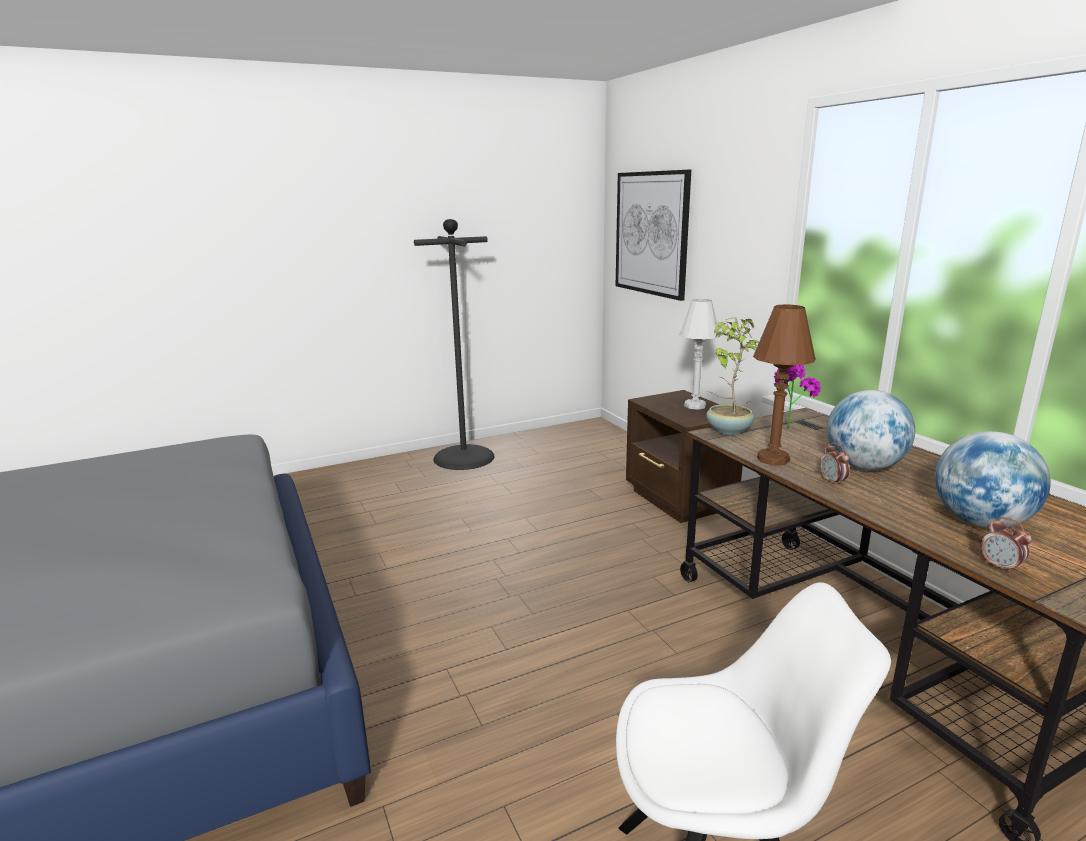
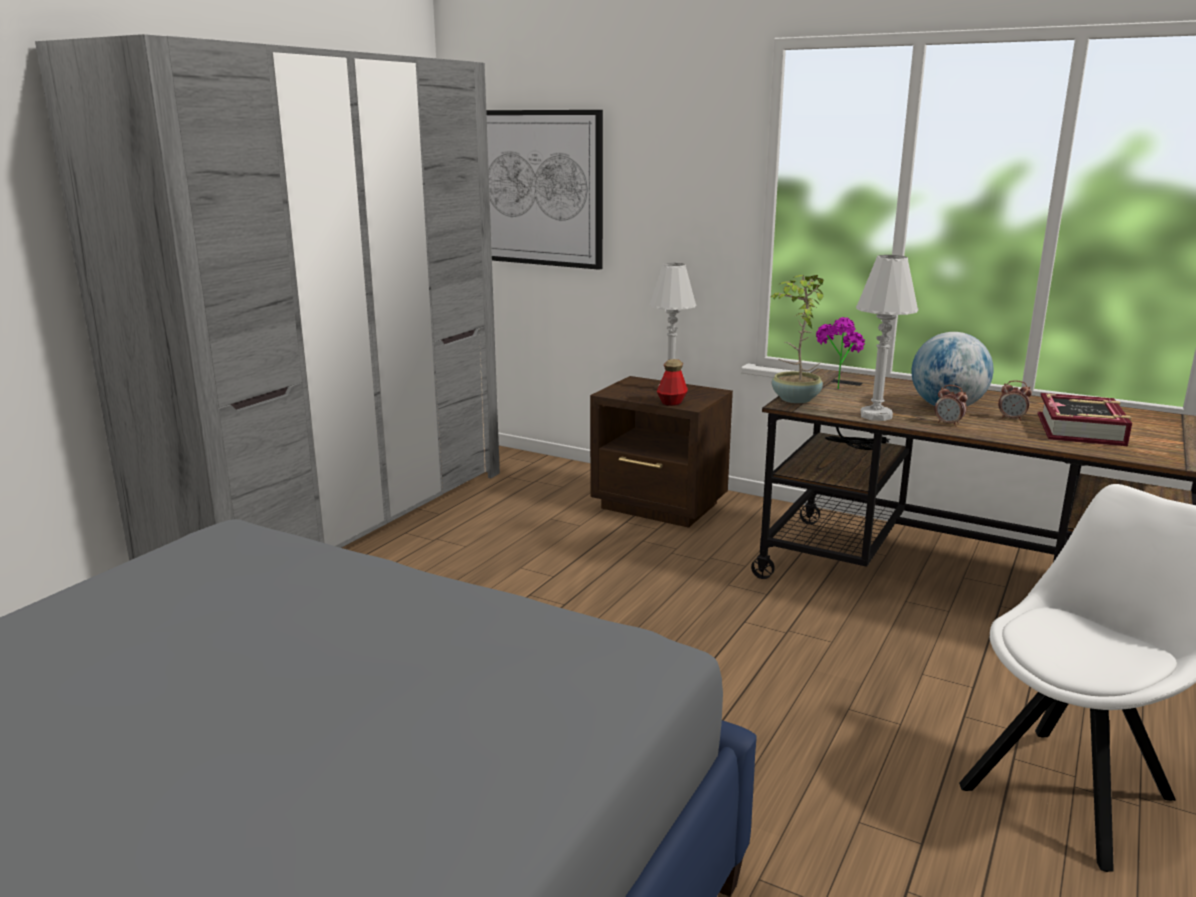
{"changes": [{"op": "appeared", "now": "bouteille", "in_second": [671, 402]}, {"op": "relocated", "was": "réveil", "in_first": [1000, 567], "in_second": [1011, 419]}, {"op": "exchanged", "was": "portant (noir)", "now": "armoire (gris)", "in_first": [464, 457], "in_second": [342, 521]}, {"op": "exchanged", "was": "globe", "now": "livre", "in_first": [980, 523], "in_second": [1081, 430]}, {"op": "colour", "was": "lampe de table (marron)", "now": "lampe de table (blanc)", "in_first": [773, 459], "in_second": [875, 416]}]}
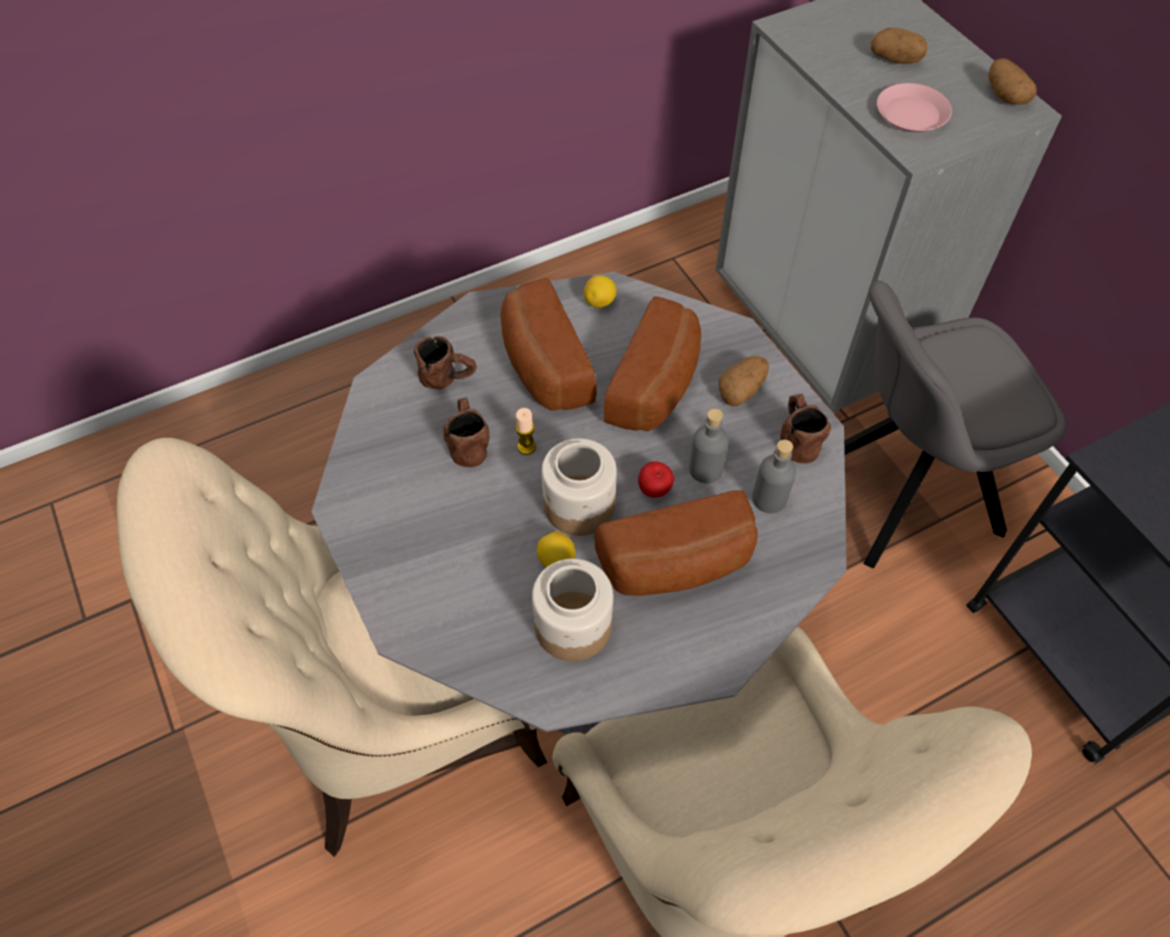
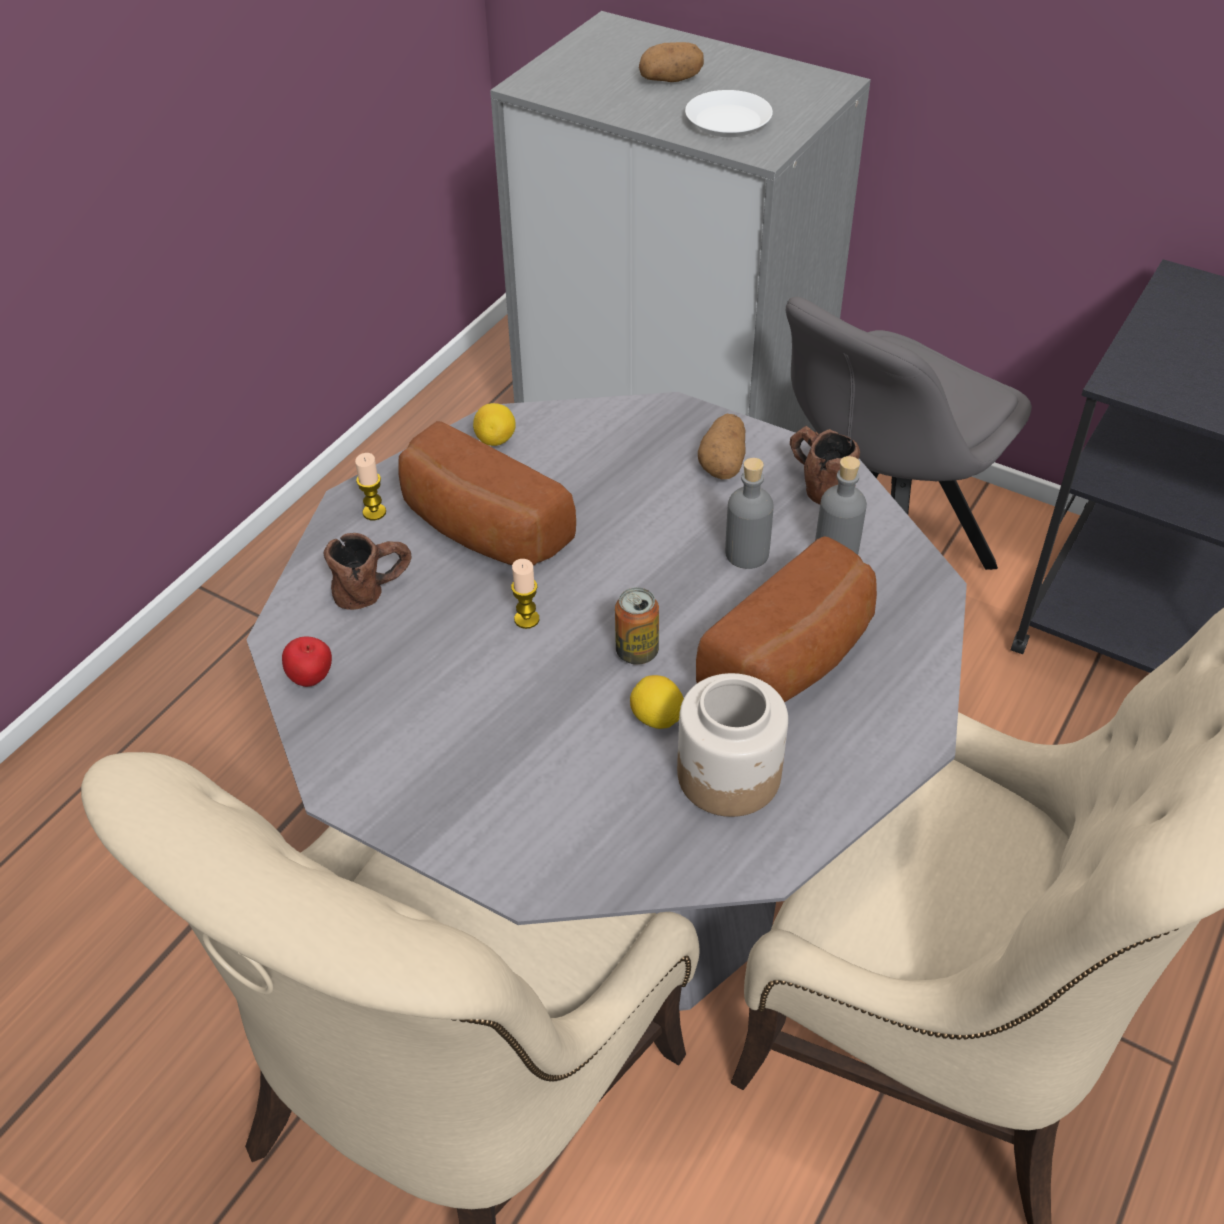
{"changes": [{"op": "missing", "was": "mug (marron)", "in_first": [467, 442]}, {"op": "missing", "was": "pain", "in_first": [658, 385]}, {"op": "missing", "was": "pomme de terre", "in_first": [1004, 95]}, {"op": "appeared", "now": "bougie", "in_second": [374, 512]}, {"op": "relocated", "was": "pomme", "in_first": [654, 490], "in_second": [312, 679]}, {"op": "exchanged", "was": "bocal", "now": "boîte métallique", "in_first": [579, 506], "in_second": [637, 651]}, {"op": "colour", "was": "assiette (rose)", "now": "assiette (blanc)", "in_first": [911, 114], "in_second": [727, 121]}]}
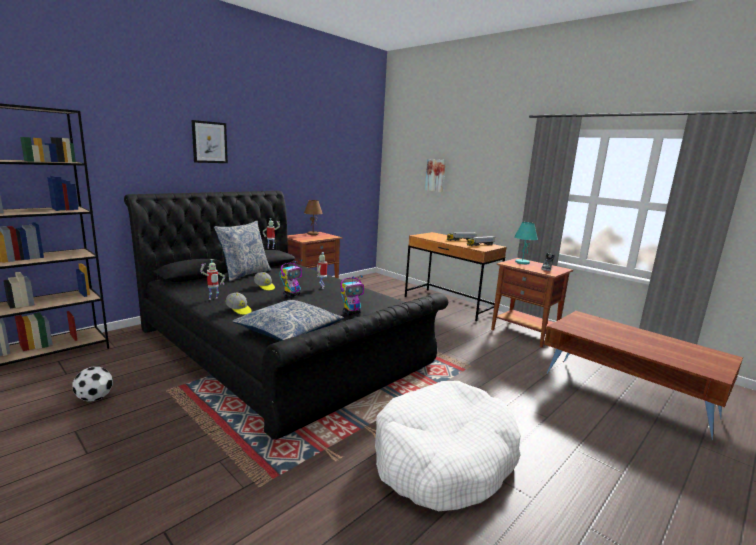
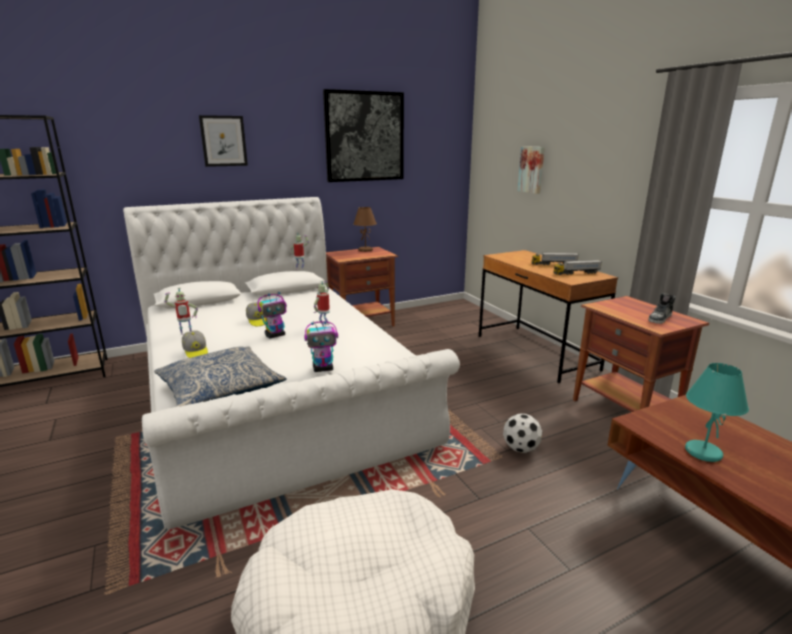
{"changes": [{"op": "missing", "was": "coussin", "in_first": [244, 274]}, {"op": "appeared", "now": "tableau", "in_second": [364, 137]}, {"op": "relocated", "was": "ballon de foot", "in_first": [95, 398], "in_second": [520, 448]}, {"op": "relocated", "was": "lampe de table (turquoise)", "in_first": [521, 262], "in_second": [702, 452]}, {"op": "colour", "was": "lit (noir)", "now": "lit (blanc)", "in_first": [279, 346], "in_second": [273, 393]}]}
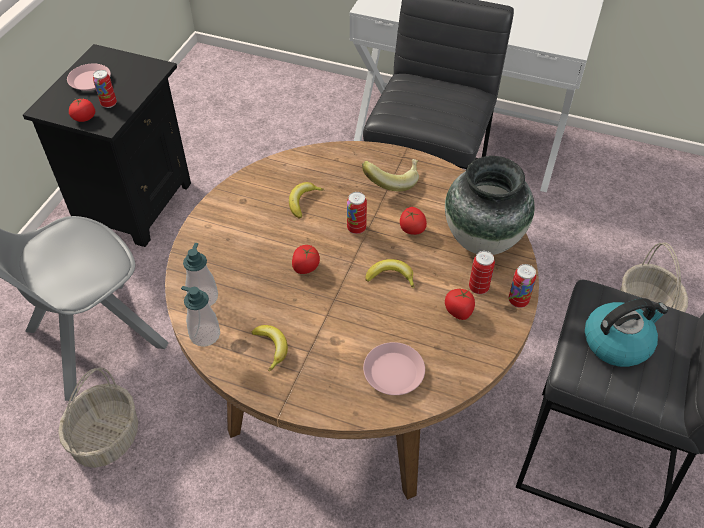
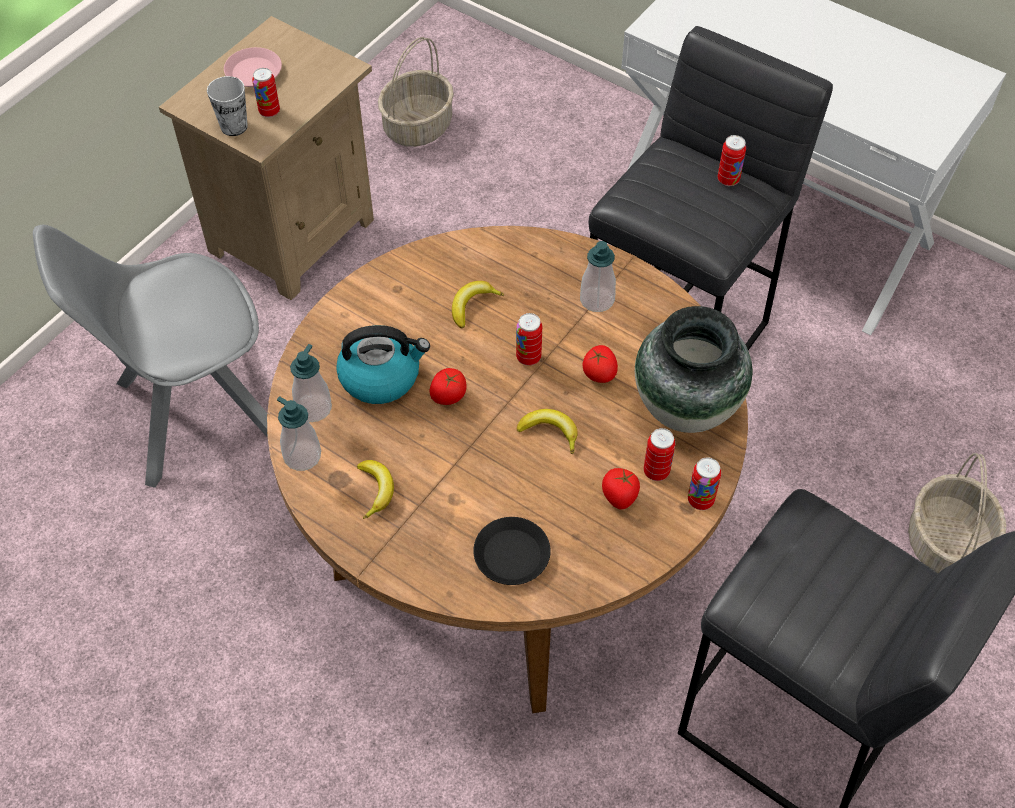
{"changes": [{"op": "appeared", "now": "boîte métallique", "in_second": [728, 180]}, {"op": "relocated", "was": "panier", "in_first": [106, 436], "in_second": [417, 126]}, {"op": "relocated", "was": "bouilloire", "in_first": [617, 342], "in_second": [381, 376]}, {"op": "exchanged", "was": "tomate", "now": "tasse", "in_first": [84, 118], "in_second": [234, 126]}, {"op": "exchanged", "was": "banane", "now": "distributeur de savon", "in_first": [392, 180], "in_second": [597, 300]}, {"op": "colour", "was": "table de chevet (noir)", "now": "table de chevet (beige)", "in_first": [138, 203], "in_second": [296, 236]}, {"op": "colour", "was": "assiette (rose)", "now": "assiette (noir)", "in_first": [393, 372], "in_second": [511, 555]}]}
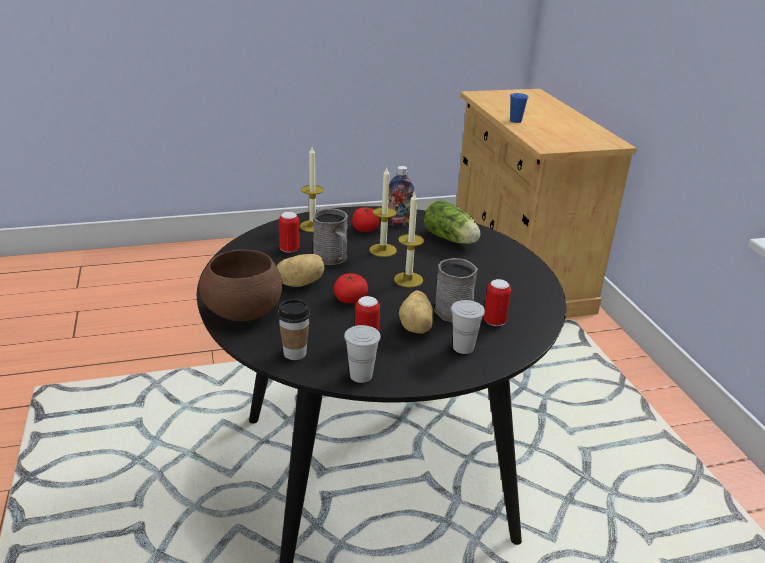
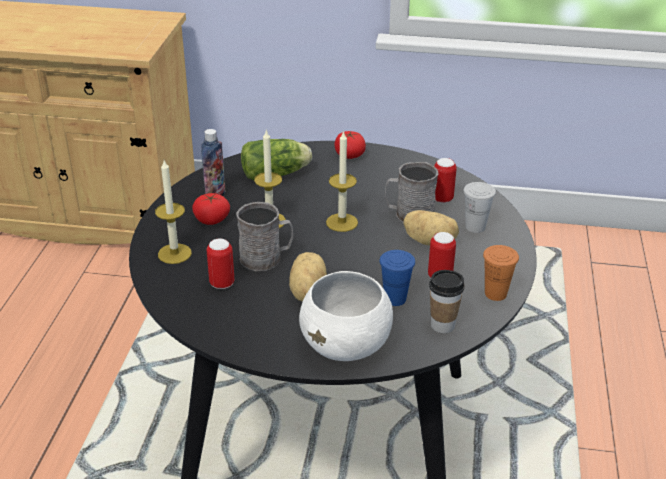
{"changes": [{"op": "relocated", "was": "tomate", "in_first": [350, 299], "in_second": [349, 155]}, {"op": "relocated", "was": "tasse (bleu)", "in_first": [515, 121], "in_second": [395, 299]}, {"op": "colour", "was": "bol (marron)", "now": "bol (blanc)", "in_first": [243, 313], "in_second": [347, 345]}, {"op": "colour", "was": "tasse (blanc)", "now": "tasse (orange)", "in_first": [361, 375], "in_second": [495, 294]}]}
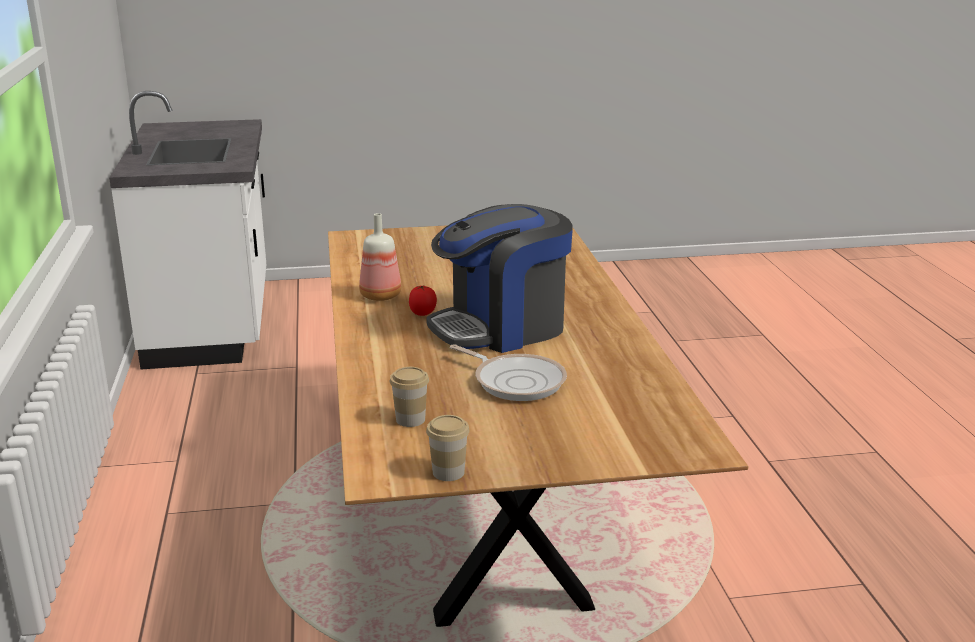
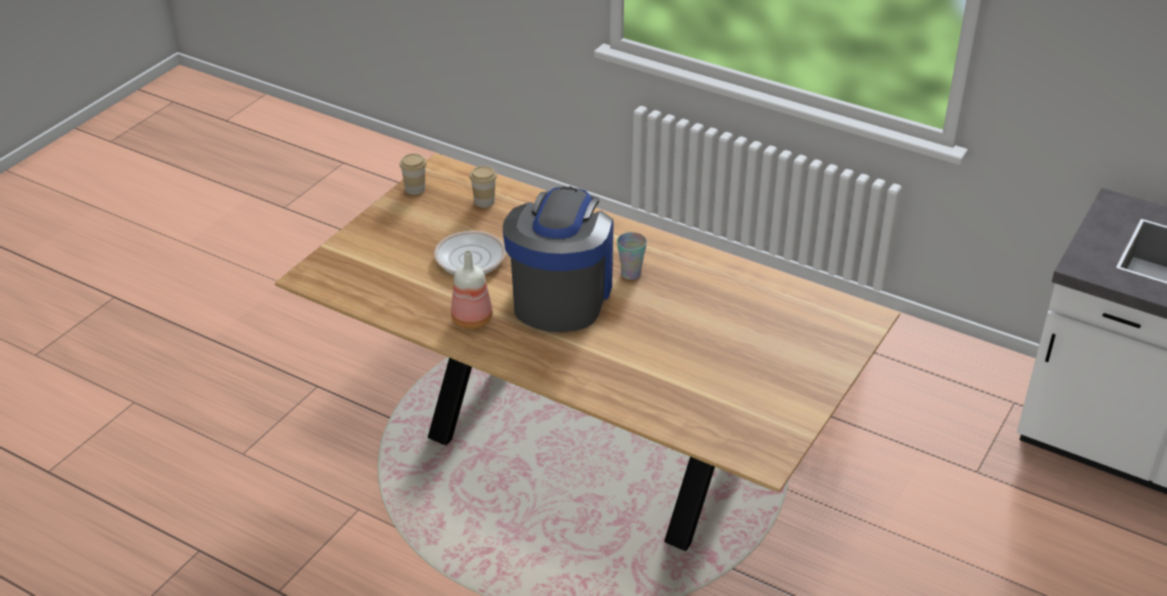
{"changes": [{"op": "relocated", "was": "bouteille", "in_first": [379, 296], "in_second": [471, 319]}, {"op": "exchanged", "was": "tomate", "now": "tasse", "in_first": [423, 314], "in_second": [631, 274]}]}
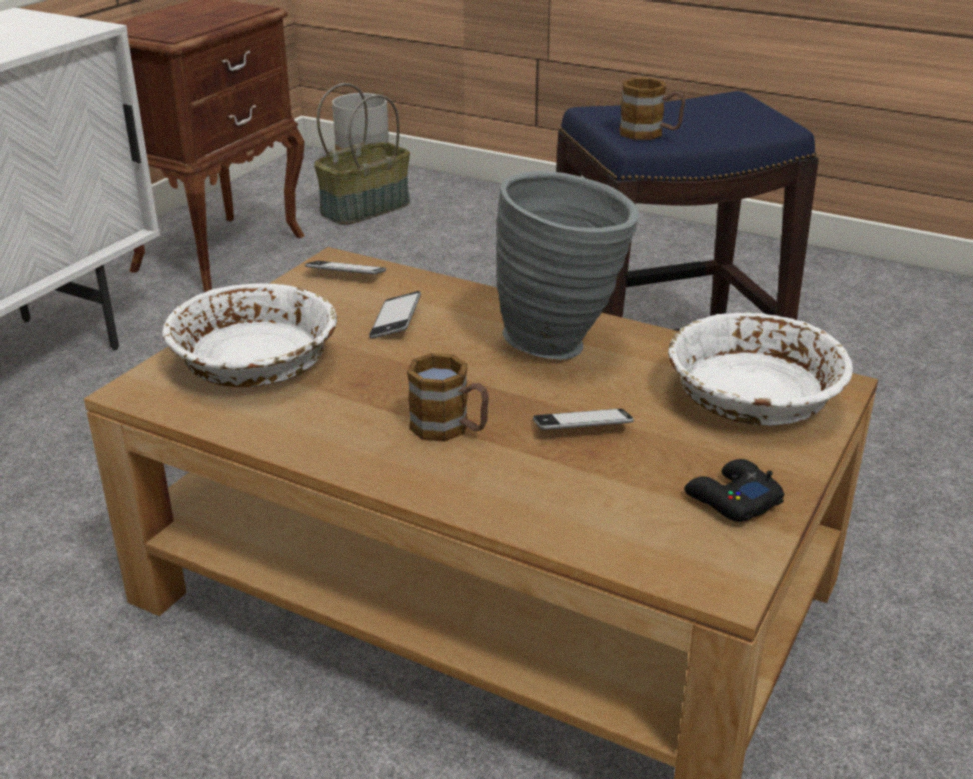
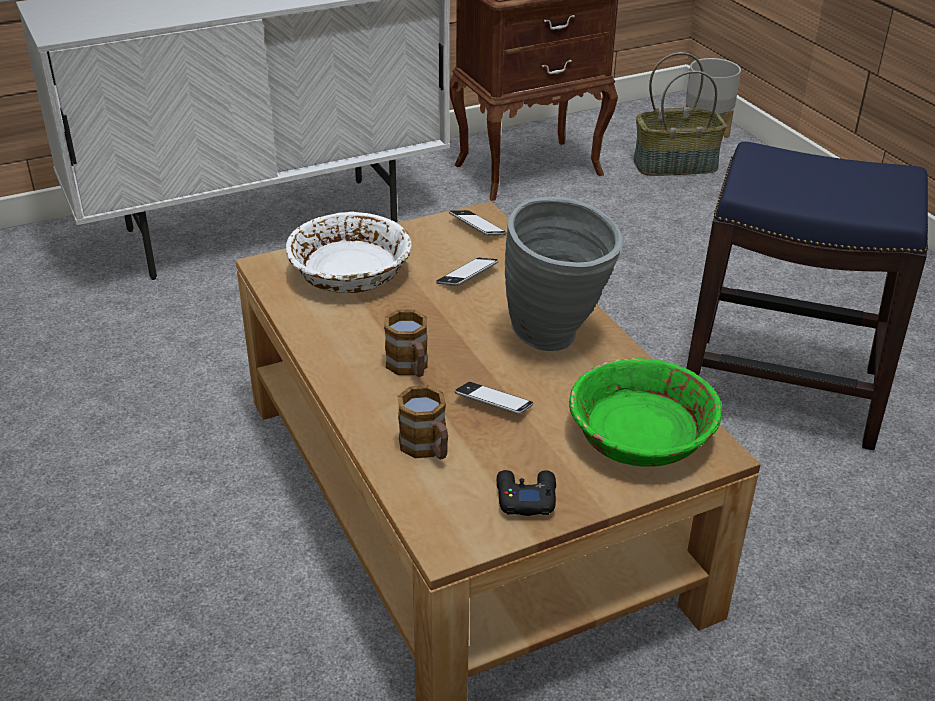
{"changes": [{"op": "relocated", "was": "mug", "in_first": [650, 134], "in_second": [427, 448]}, {"op": "colour", "was": "bol (blanc)", "now": "bol (vert)", "in_first": [752, 396], "in_second": [640, 434]}]}
